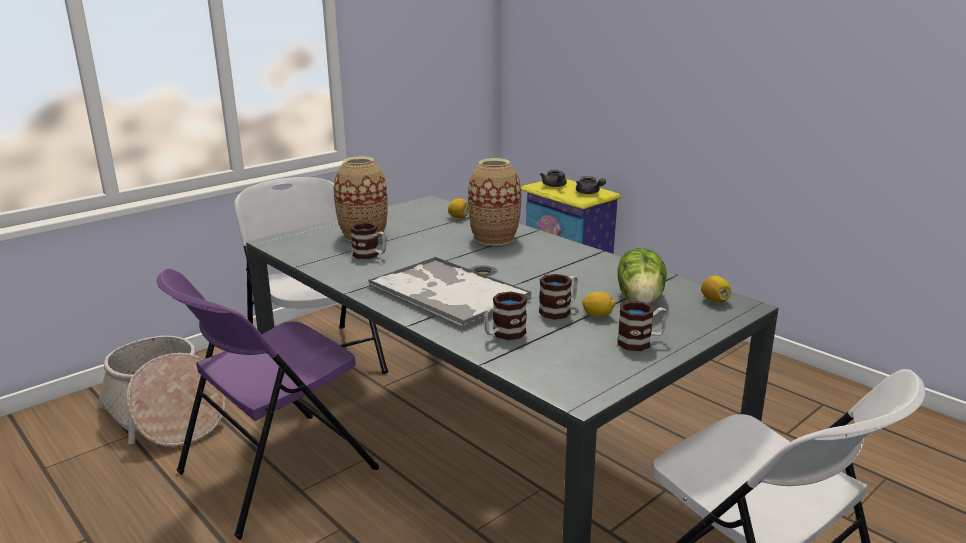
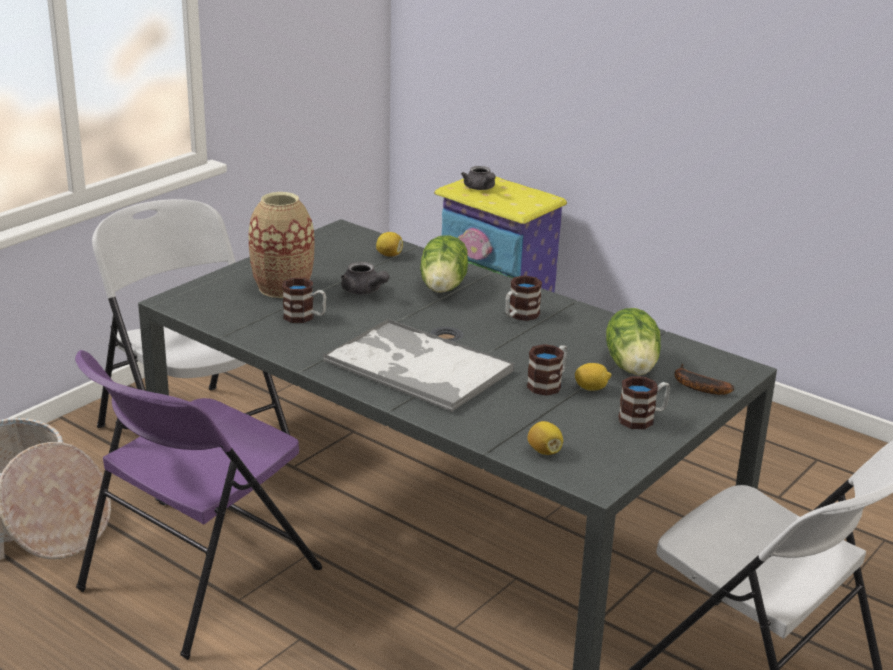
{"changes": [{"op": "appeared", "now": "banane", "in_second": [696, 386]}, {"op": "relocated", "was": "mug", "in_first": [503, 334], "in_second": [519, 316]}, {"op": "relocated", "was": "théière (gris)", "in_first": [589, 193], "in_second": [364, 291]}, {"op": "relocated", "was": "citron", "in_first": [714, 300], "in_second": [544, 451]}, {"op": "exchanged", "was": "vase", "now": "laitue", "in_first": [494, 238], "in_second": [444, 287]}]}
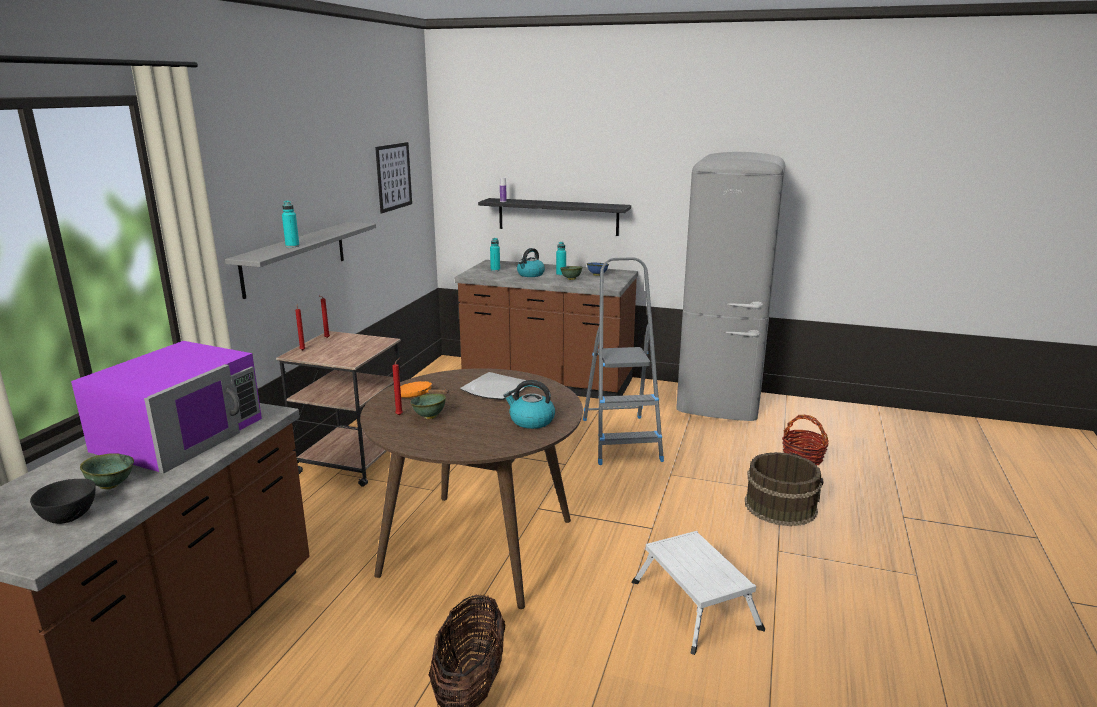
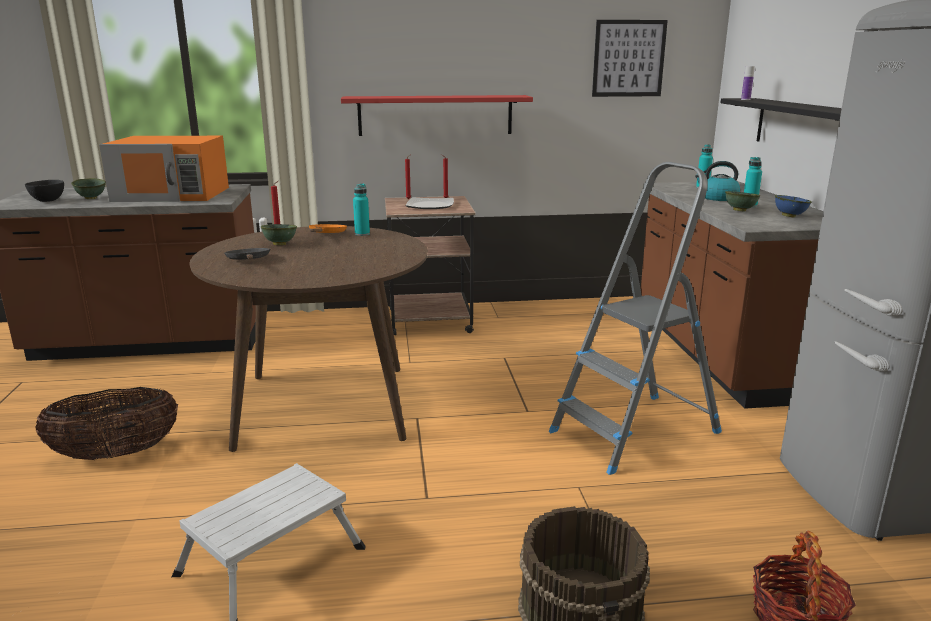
{"changes": [{"op": "missing", "was": "bouilloire", "in_first": [531, 421]}, {"op": "appeared", "now": "poêle (noir)", "in_second": [249, 261]}, {"op": "relocated", "was": "bouteille (turquoise)", "in_first": [292, 246], "in_second": [362, 234]}, {"op": "relocated", "was": "assiette", "in_first": [495, 389], "in_second": [429, 205]}, {"op": "colour", "was": "micro-ondes (violet)", "now": "micro-ondes (orange)", "in_first": [181, 434], "in_second": [173, 194]}, {"op": "colour", "was": "étagère (gris)", "now": "étagère (rouge)", "in_first": [295, 258], "in_second": [435, 115]}]}
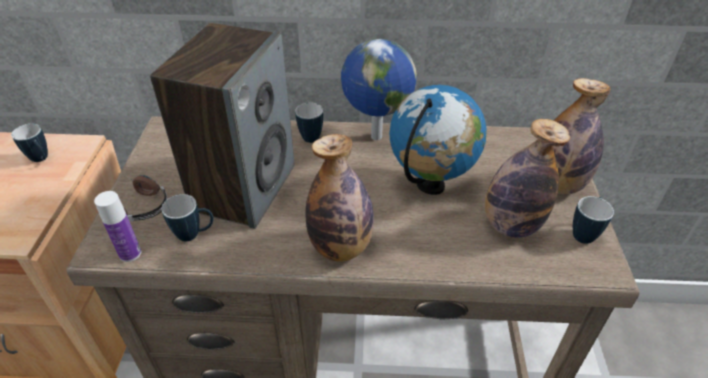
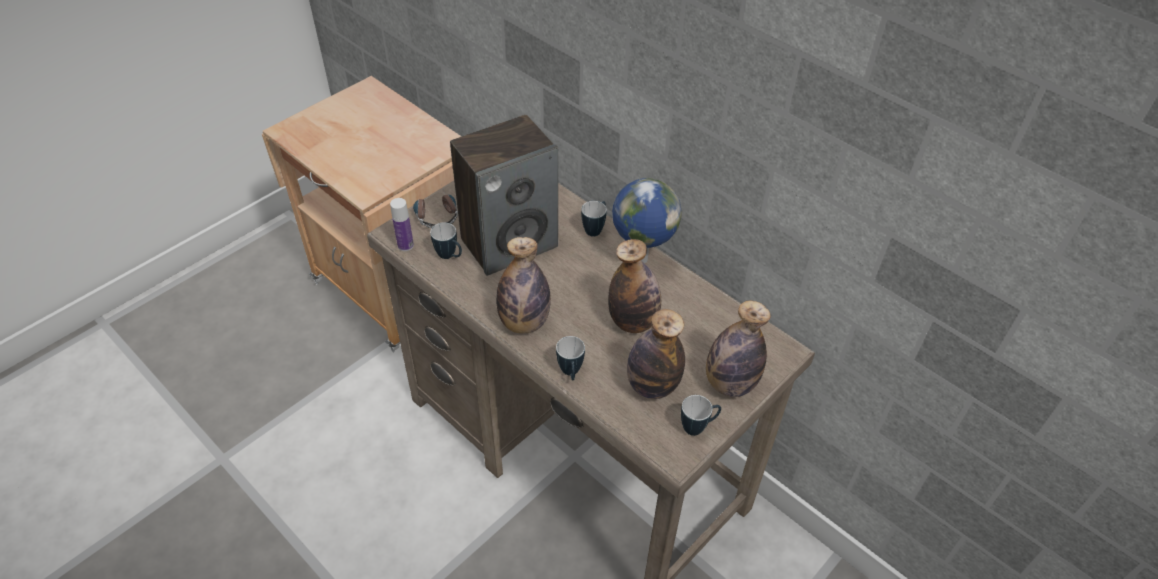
{"changes": [{"op": "relocated", "was": "mug", "in_first": [42, 160], "in_second": [570, 374]}, {"op": "exchanged", "was": "globe", "now": "bouteille", "in_first": [430, 186], "in_second": [633, 322]}]}
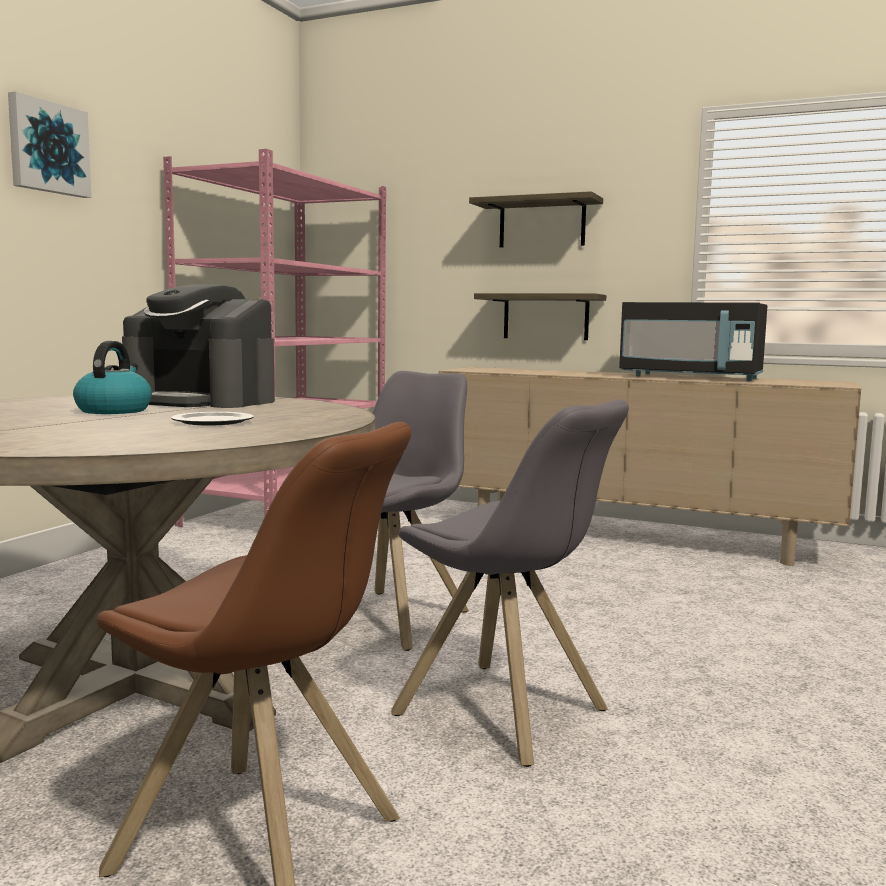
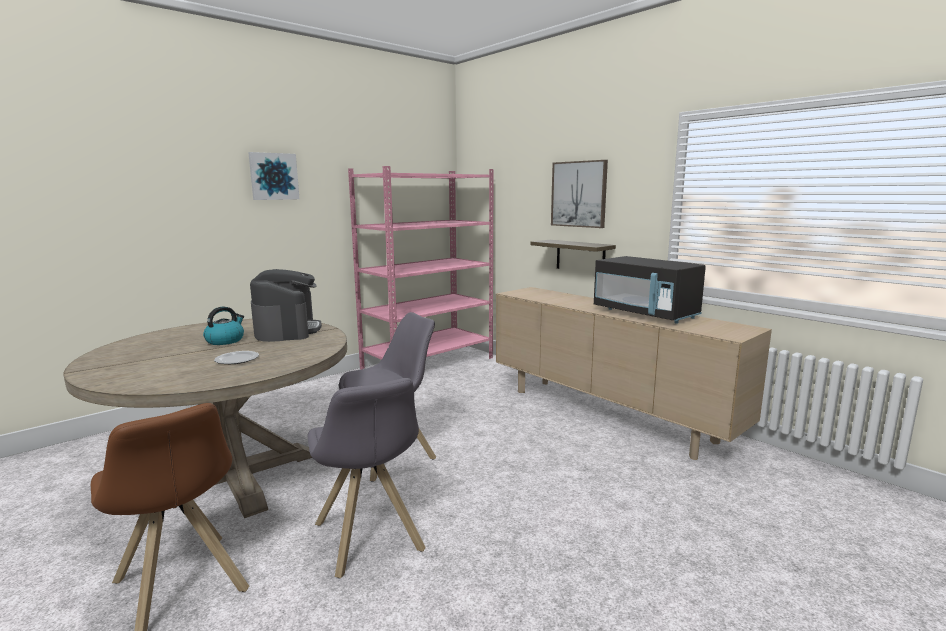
{"changes": [{"op": "exchanged", "was": "étagère", "now": "tableau", "in_first": [542, 223], "in_second": [579, 194]}, {"op": "spun", "was": "machine à café", "in_first": [202, 401], "in_second": [287, 330], "clockwise": -150}]}
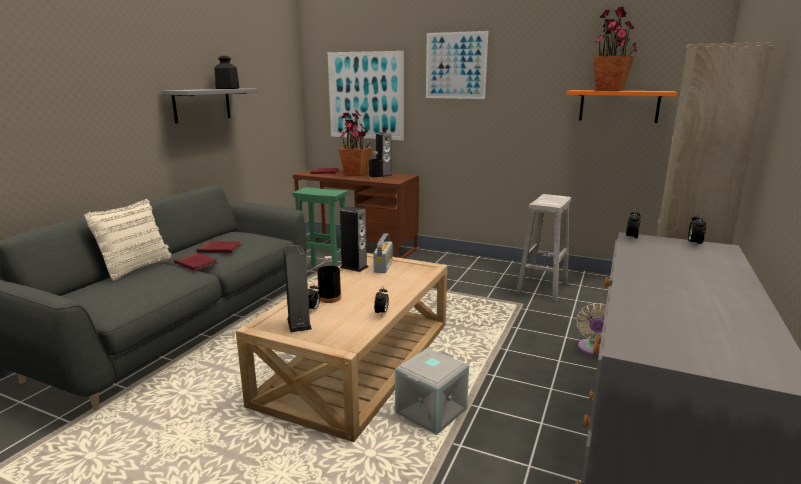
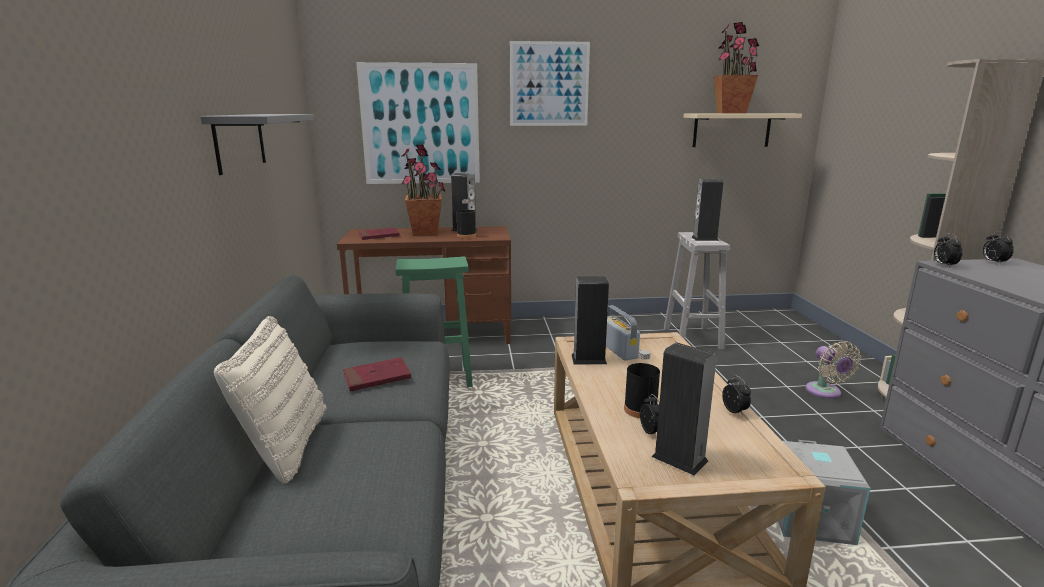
{"changes": [{"op": "missing", "was": "livre (rouge)", "in_first": [196, 264]}, {"op": "missing", "was": "bouteille", "in_first": [227, 88]}, {"op": "appeared", "now": "enceinte", "in_second": [705, 238]}, {"op": "colour", "was": "étagère (orange)", "now": "étagère (beige)", "in_first": [619, 106], "in_second": [731, 130]}]}
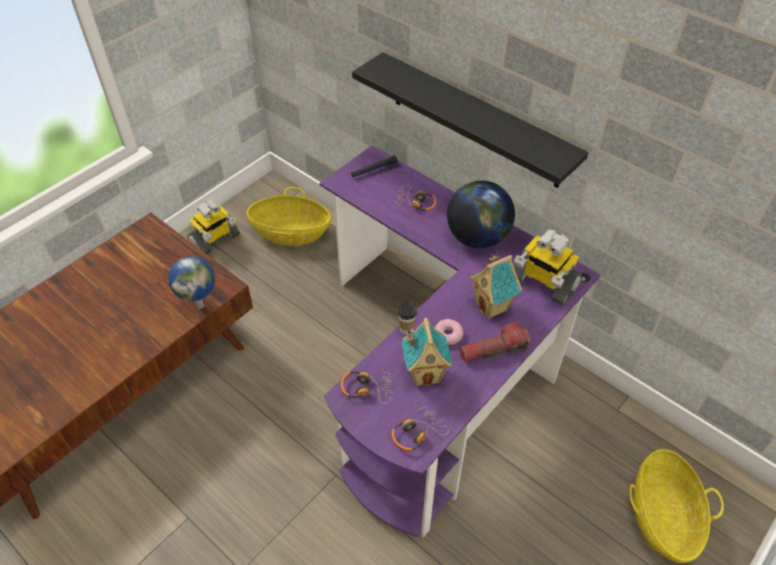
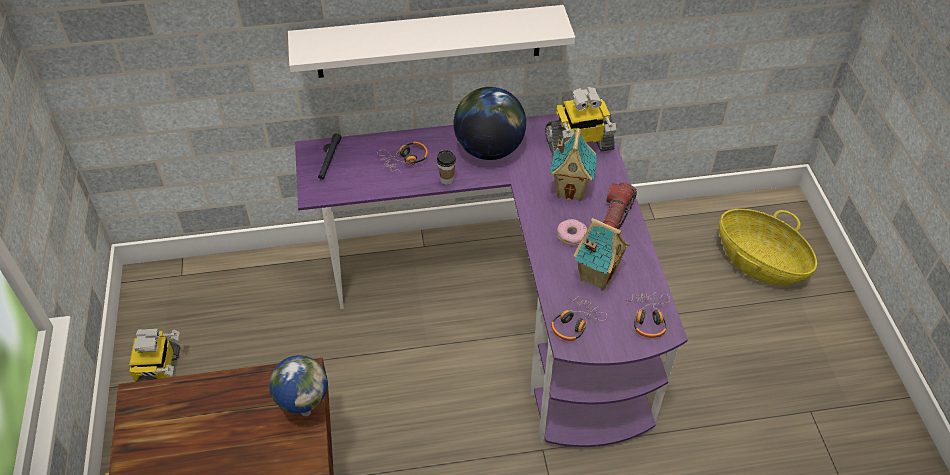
{"changes": [{"op": "missing", "was": "panier", "in_first": [291, 233]}, {"op": "relocated", "was": "tasse", "in_first": [406, 329], "in_second": [447, 180]}, {"op": "colour", "was": "étagère (noir)", "now": "étagère (blanc)", "in_first": [475, 120], "in_second": [428, 41]}]}
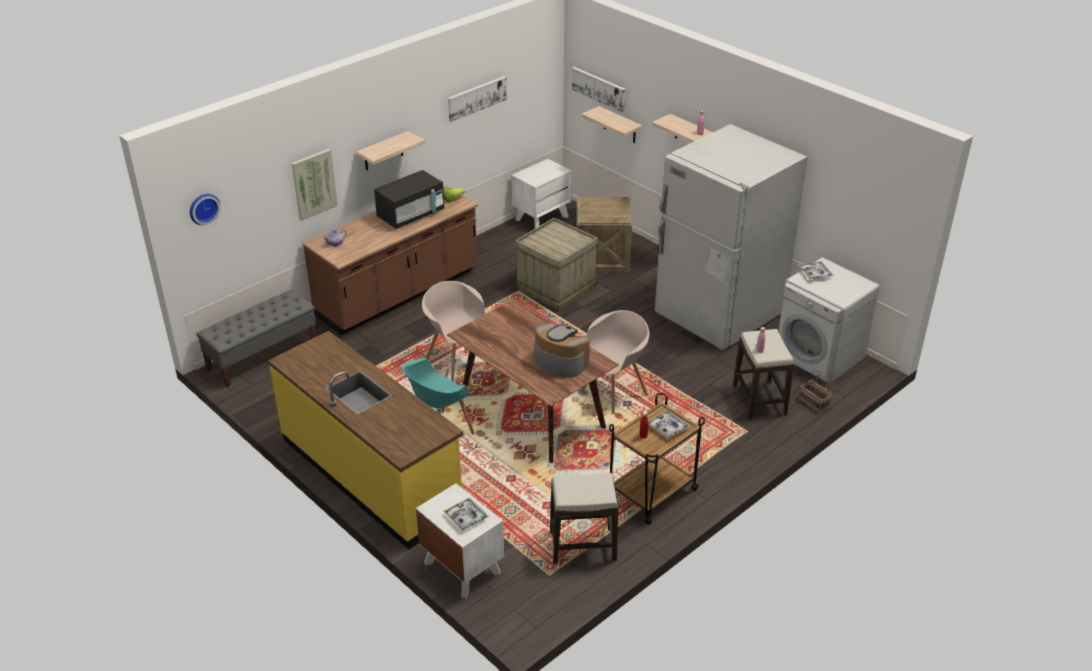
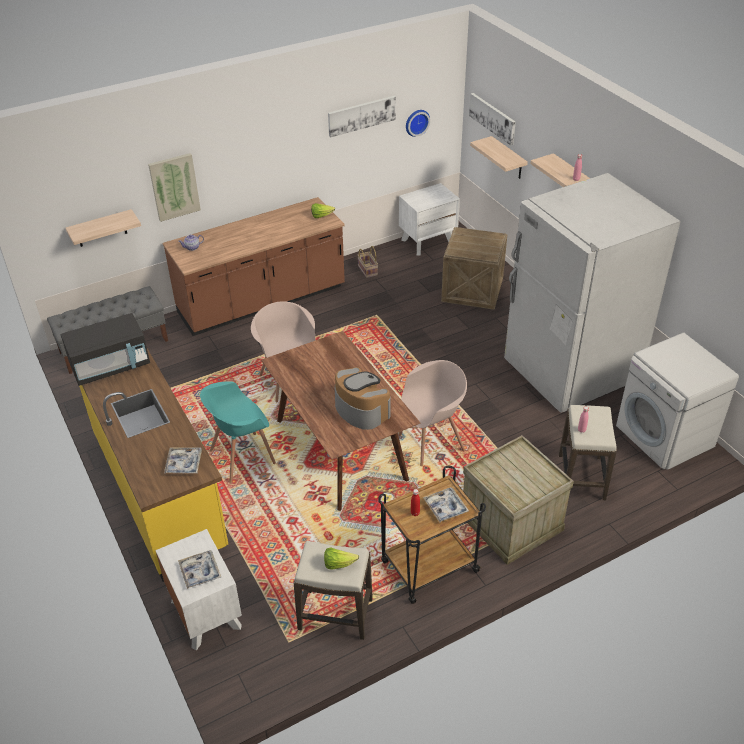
{"changes": [{"op": "appeared", "now": "laitue", "in_second": [338, 564]}, {"op": "relocated", "was": "horloge murale", "in_first": [203, 208], "in_second": [416, 122]}, {"op": "relocated", "was": "étagère", "in_first": [383, 151], "in_second": [101, 228]}, {"op": "relocated", "was": "micro-ondes (noir)", "in_first": [411, 215], "in_second": [111, 366]}, {"op": "relocated", "was": "caisse", "in_first": [556, 288], "in_second": [511, 524]}, {"op": "relocated", "was": "plateau", "in_first": [815, 273], "in_second": [184, 463]}, {"op": "relocated", "was": "panier", "in_first": [813, 403], "in_second": [367, 270]}]}
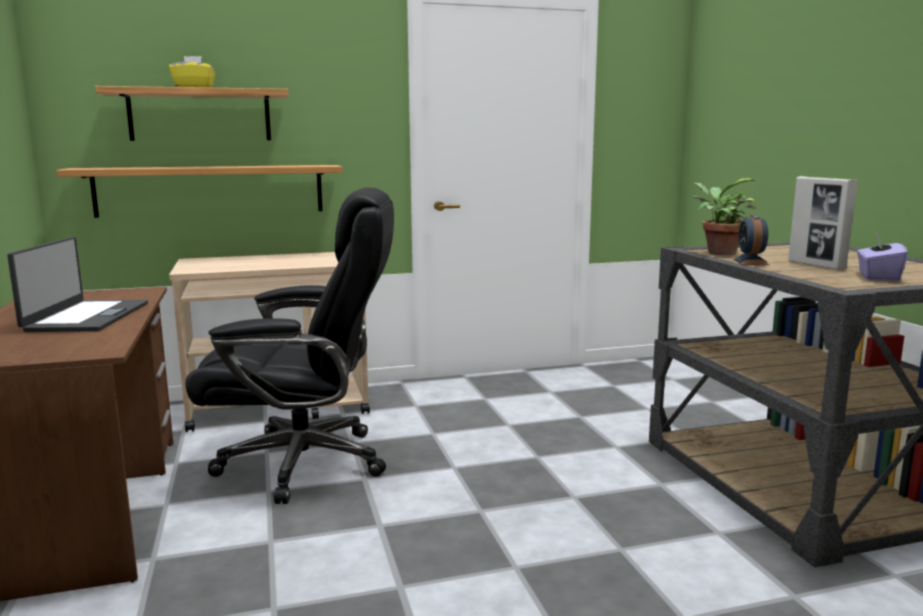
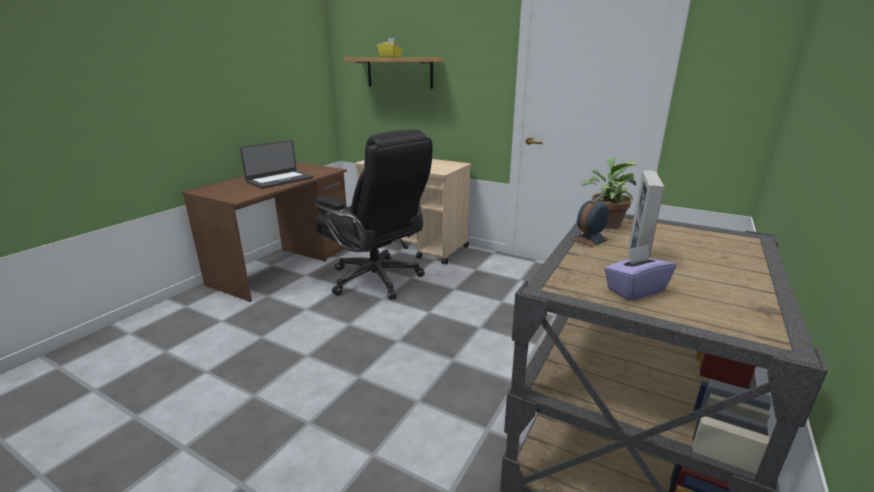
{"changes": [{"op": "missing", "was": "étagère", "in_first": [211, 190]}]}
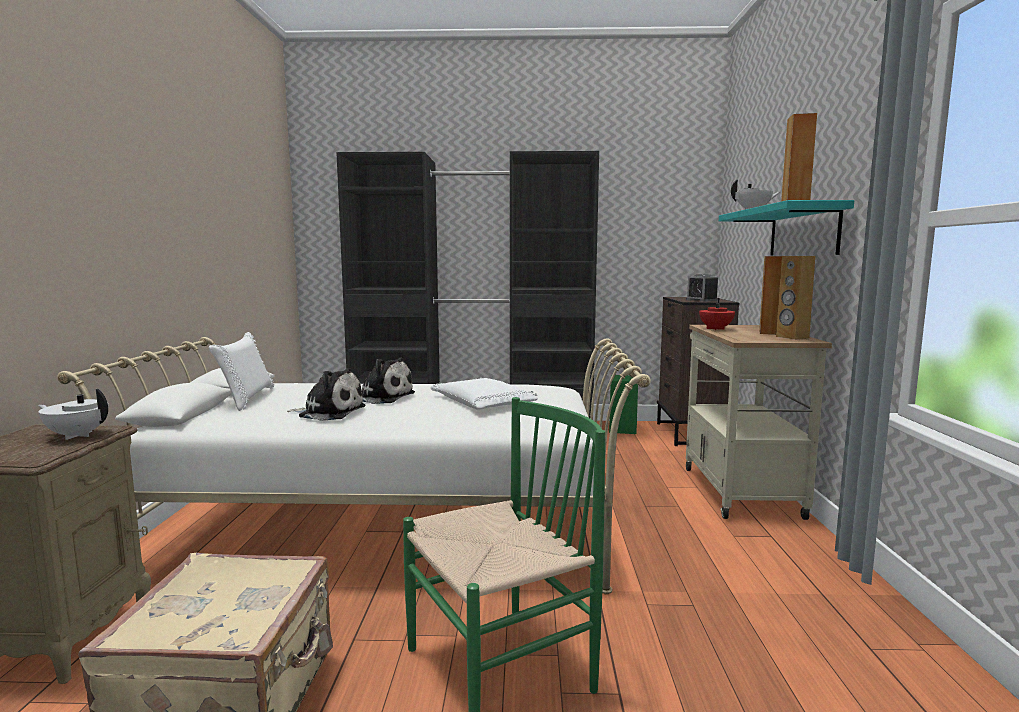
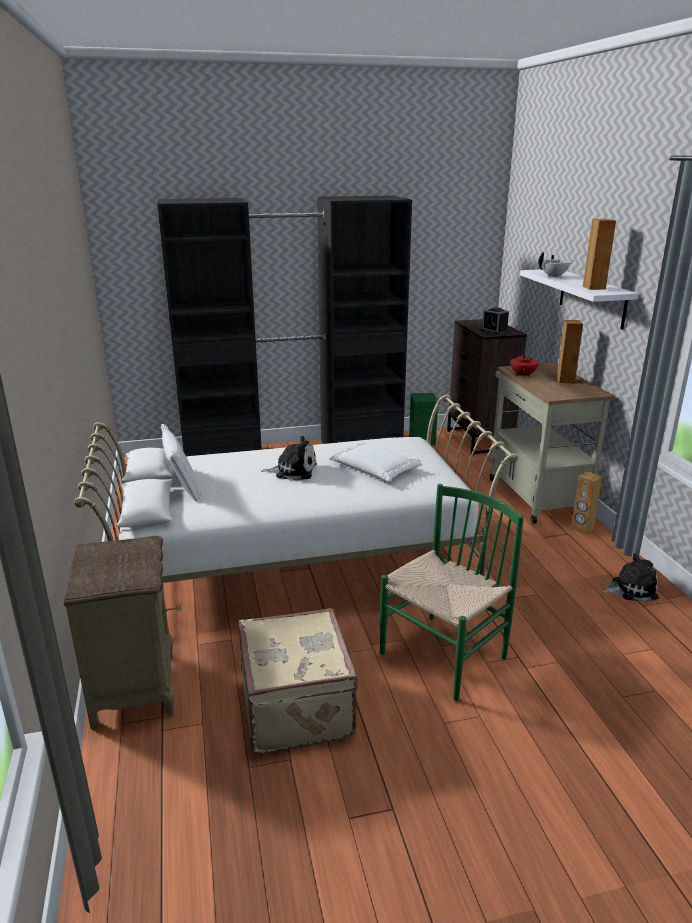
{"changes": [{"op": "missing", "was": "théière (blanc)", "in_first": [77, 435]}, {"op": "relocated", "was": "peluche", "in_first": [329, 412], "in_second": [631, 589]}, {"op": "relocated", "was": "enceinte (marron)", "in_first": [792, 337], "in_second": [582, 529]}, {"op": "colour", "was": "étagère (turquoise)", "now": "étagère (blanc)", "in_first": [803, 232], "in_second": [592, 298]}]}
